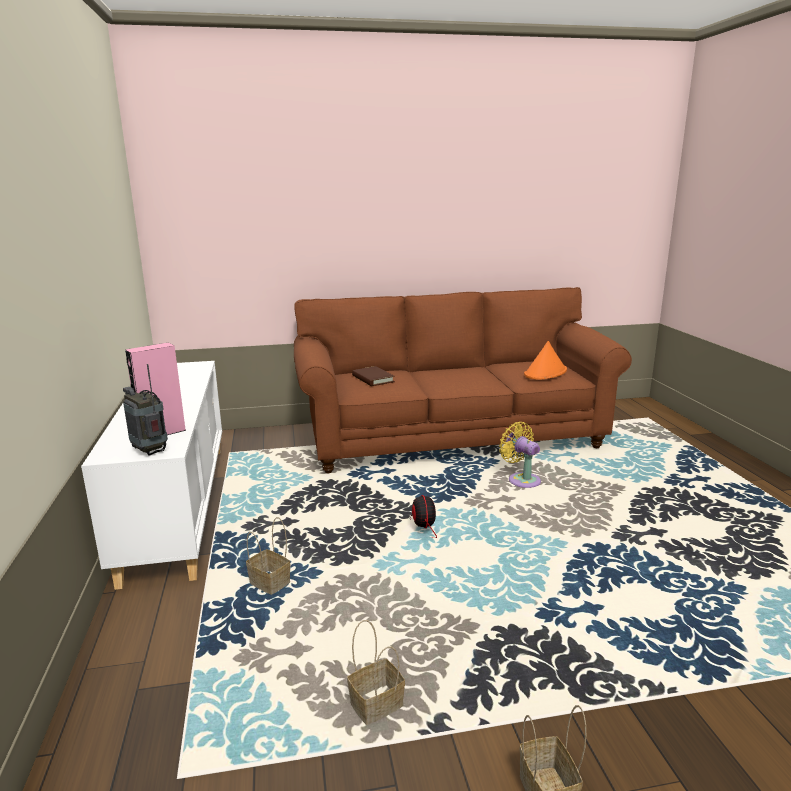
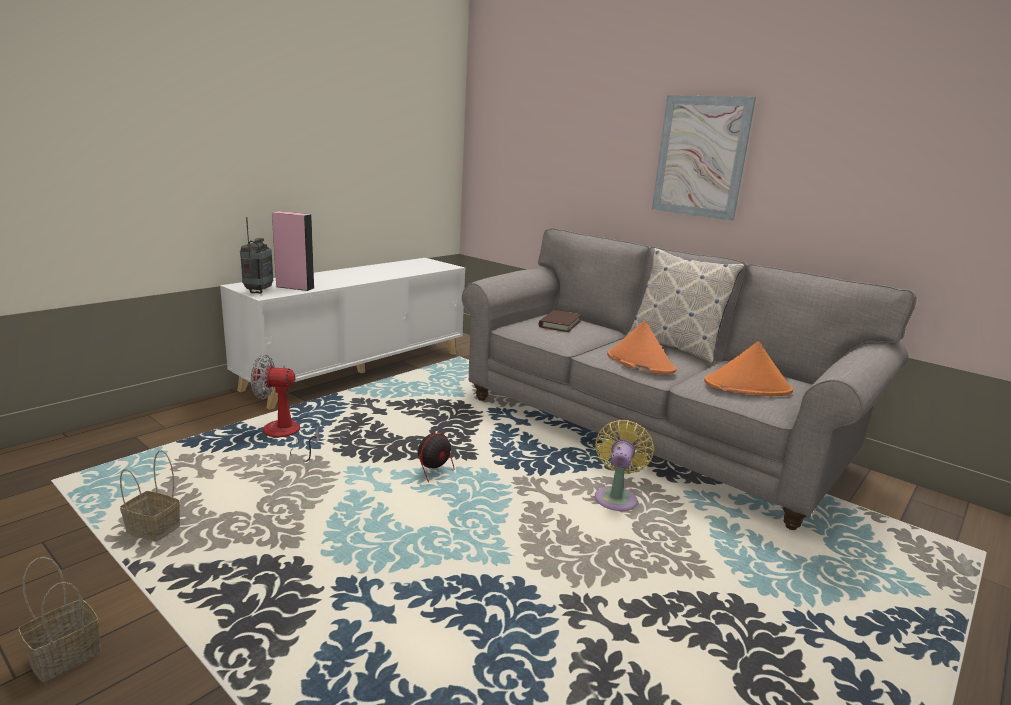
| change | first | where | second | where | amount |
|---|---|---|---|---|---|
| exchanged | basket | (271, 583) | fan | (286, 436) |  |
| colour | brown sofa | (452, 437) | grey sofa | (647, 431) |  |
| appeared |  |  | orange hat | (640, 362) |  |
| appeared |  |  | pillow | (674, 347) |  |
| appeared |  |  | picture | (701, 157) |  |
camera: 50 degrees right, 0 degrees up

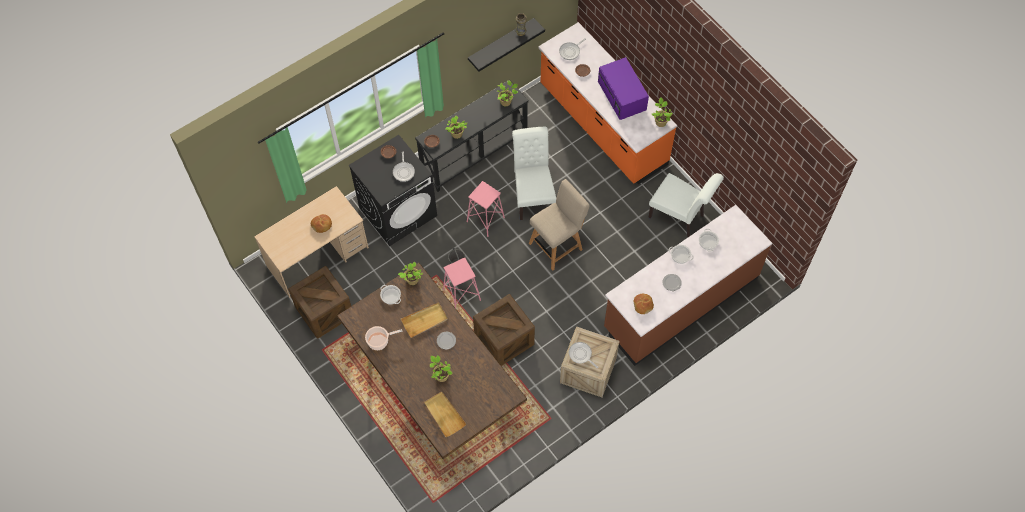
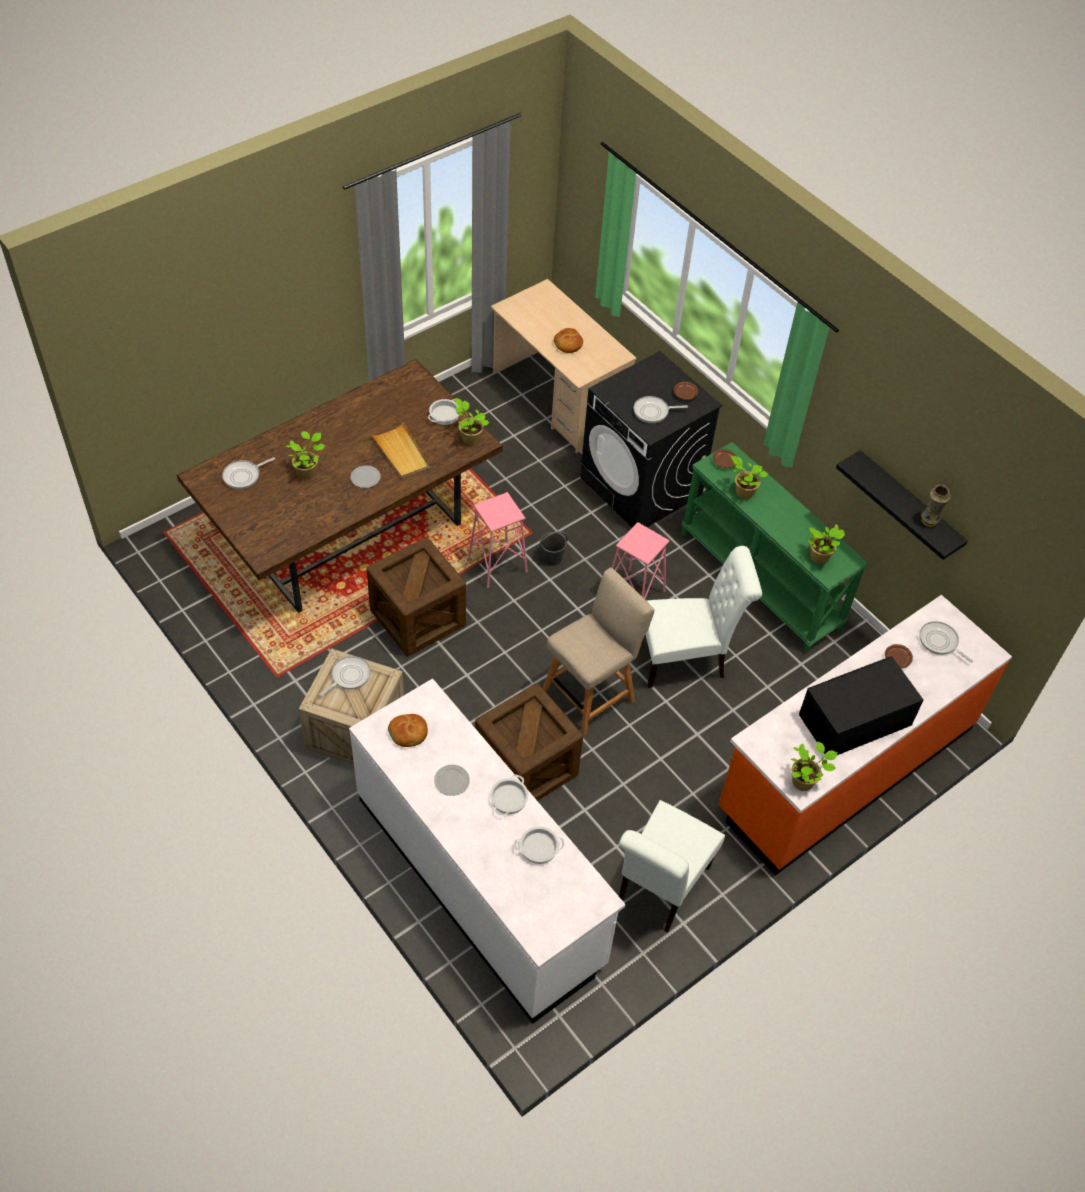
| change | first | where | second | where | amount |
|---|---|---|---|---|---|
| relocated | crate | (324, 311) |  | (526, 767) |  |
| missing | cooking pot | (379, 341) |  |  |  |
| colour | black console table | (474, 152) | green console table | (761, 579) |  |
| exchanged | beige tray | (444, 414) | frying pan | (244, 476) |  |
| spun | beige chair | (557, 245) |  | (591, 693) | 90 degrees counterclockwise |
| colour | purple microwave | (622, 96) | black microwave | (853, 720) |  |
| colour | brown counter | (680, 302) | white counter | (480, 880) |  |
camera: 85 degrees right, 10 degrees down

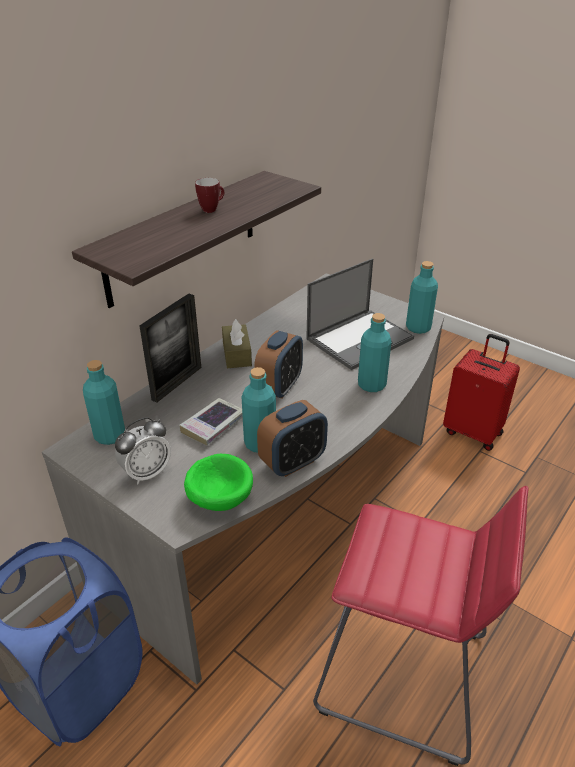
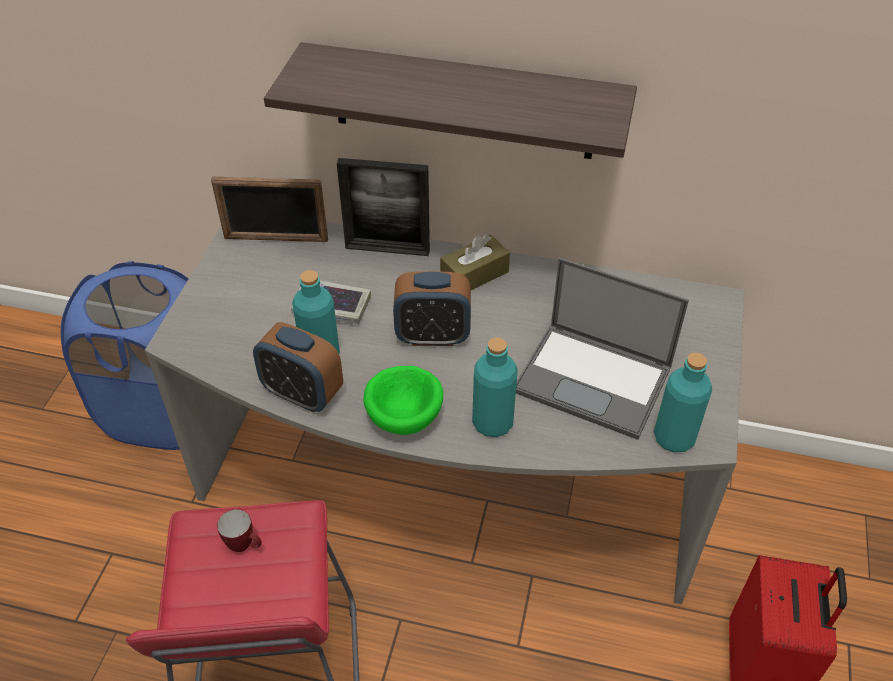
| change | first | where | second | where | amount |
|---|---|---|---|---|---|
| exchanged | turquoise bottle | (110, 435) | picture frame | (276, 239) |  |
| missing | alarm clock | (147, 473) |  |  |  |
| relocated | green bowl | (219, 497) |  | (405, 415) |  |
| relocated | mug | (212, 209) |  | (245, 546) |  |
camera: 65 degrees right, 10 degrees up

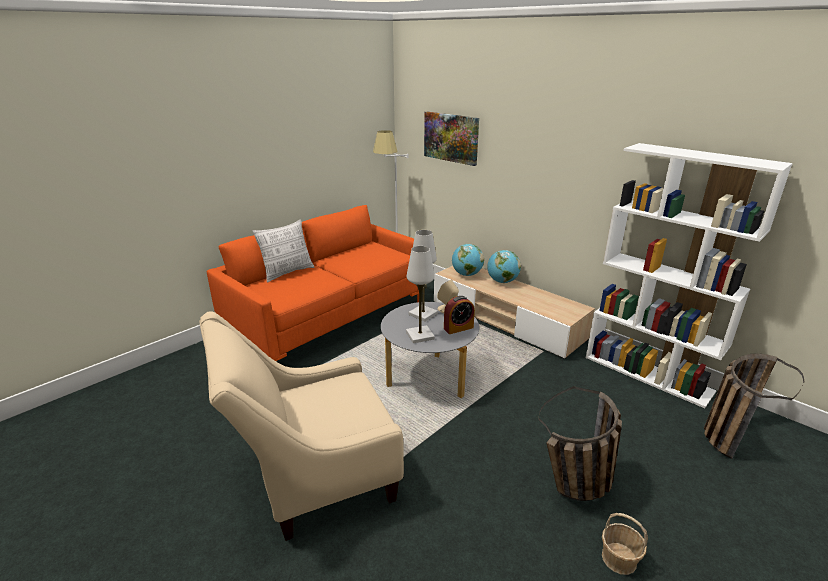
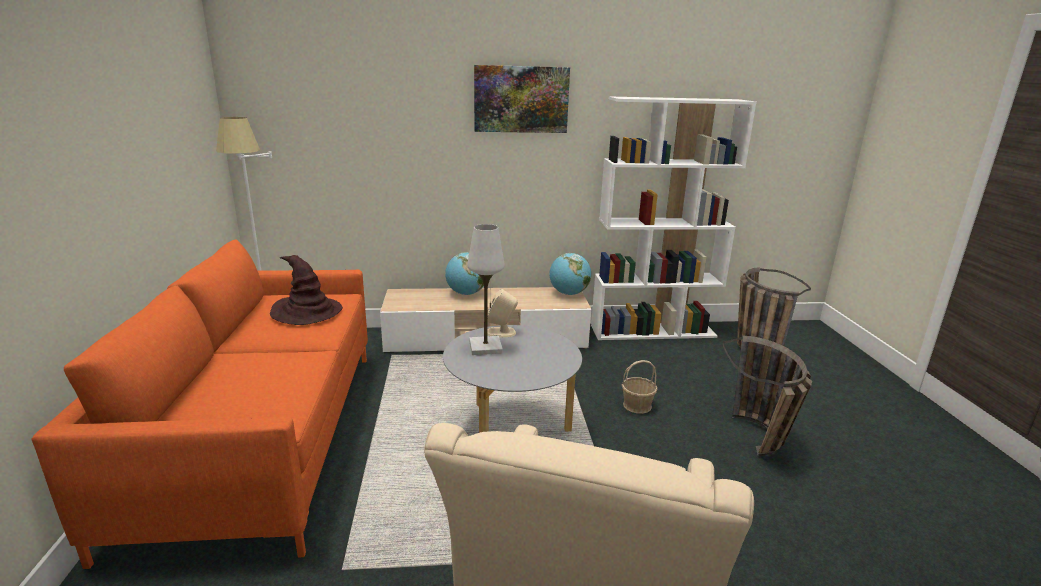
| change | first | where | second | where | amount |
|---|---|---|---|---|---|
| missing | pillow | (287, 272) |  |  |  |
| missing | white table lamp | (420, 335) |  |  |  |
| relocated | picture | (451, 137) |  | (521, 99) |  |
| missing | alarm clock | (458, 328) |  |  |  |
| relocated | globe | (466, 274) |  | (569, 293) |  |
| relocated | basket | (619, 559) |  | (637, 405) |  |
| appeared |  |  | brown hat | (307, 312) |  |
camera: 50 degrees left, 5 degrees down

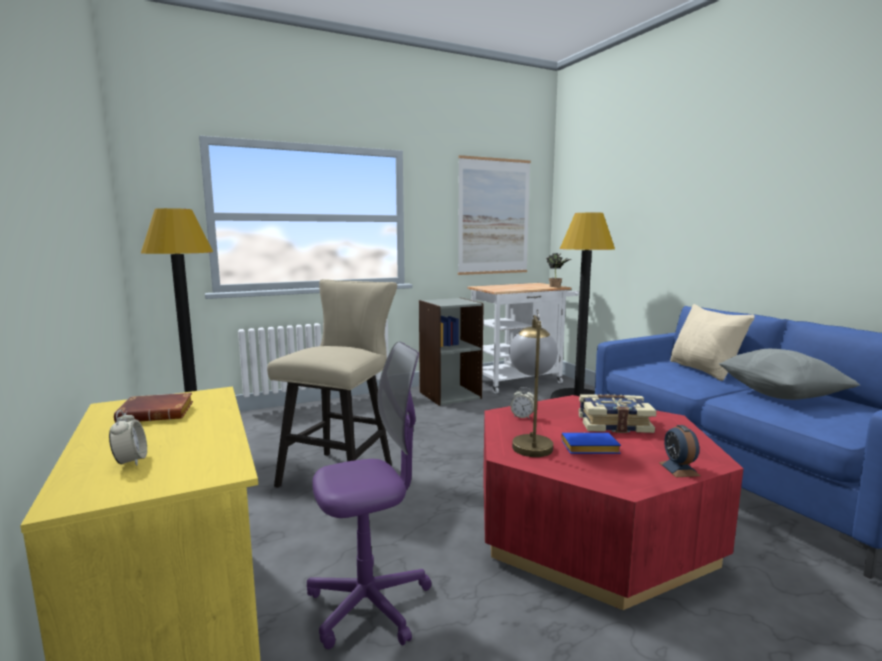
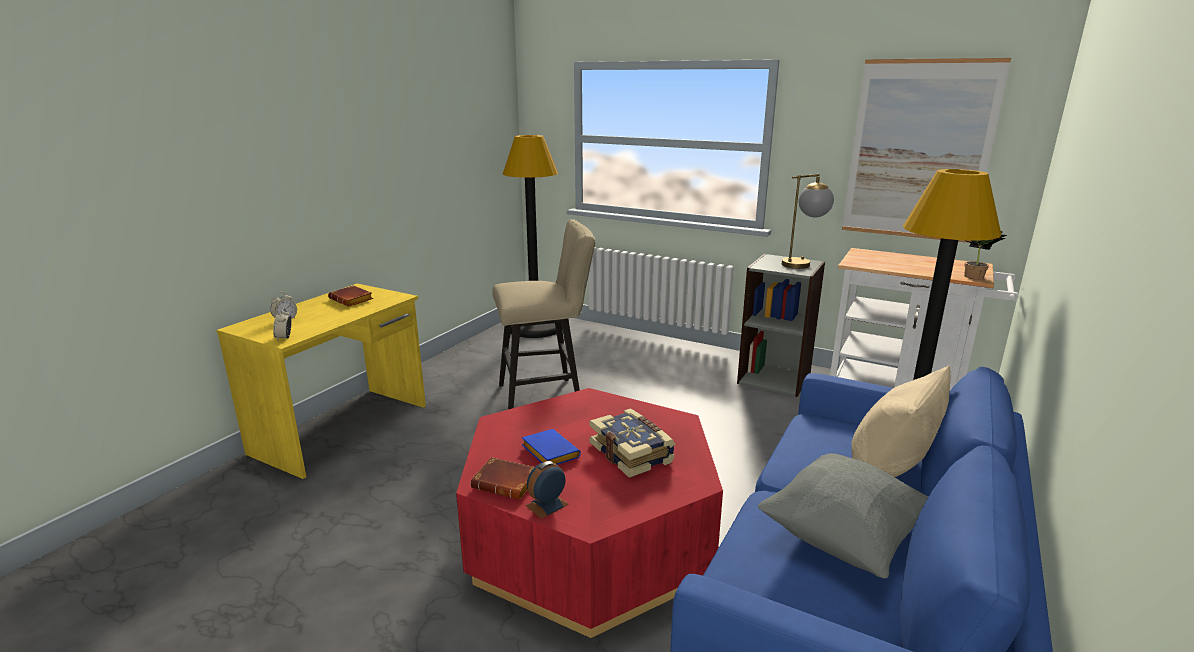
| change | first | where | second | where | amount |
|---|---|---|---|---|---|
| missing | purple office chair | (369, 605) |  |  |  |
| relocated | table lamp | (530, 442) |  | (802, 263) |  |
| relocated | alarm clock | (522, 417) |  | (284, 338) |  |
| appeared |  |  | brown book | (507, 483) |  |
camera: 55 degrees right, 10 degrees up

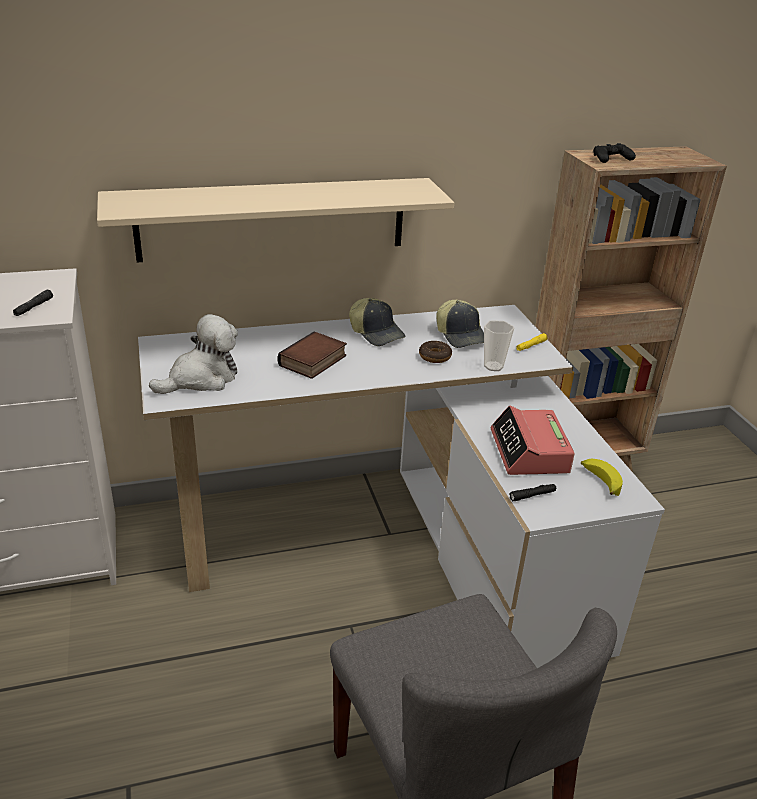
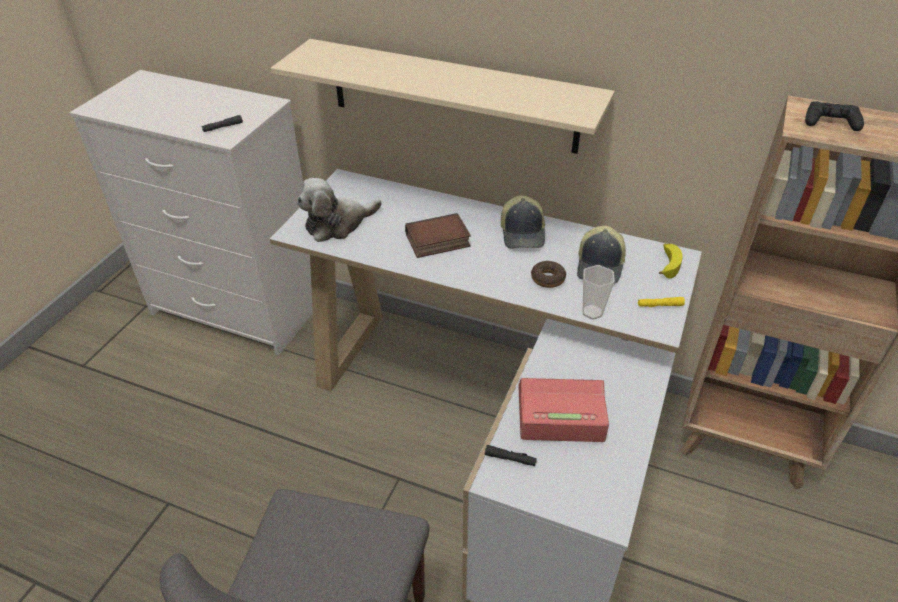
| change | first | where | second | where | amount |
|---|---|---|---|---|---|
| spun | plush toy | (201, 379) |  | (338, 224) | 150 degrees clockwise |
| spun | alarm clock | (529, 452) |  | (559, 414) | 60 degrees clockwise |
| relocated | banana | (599, 481) |  | (667, 264) |  |
camera: 40 degrees right, 10 degrees up

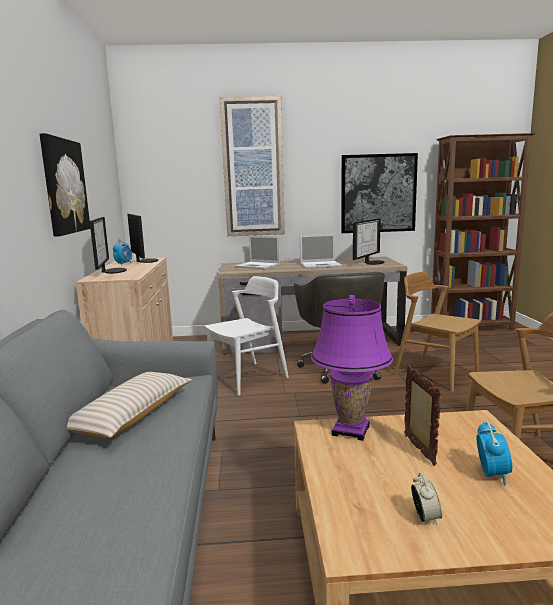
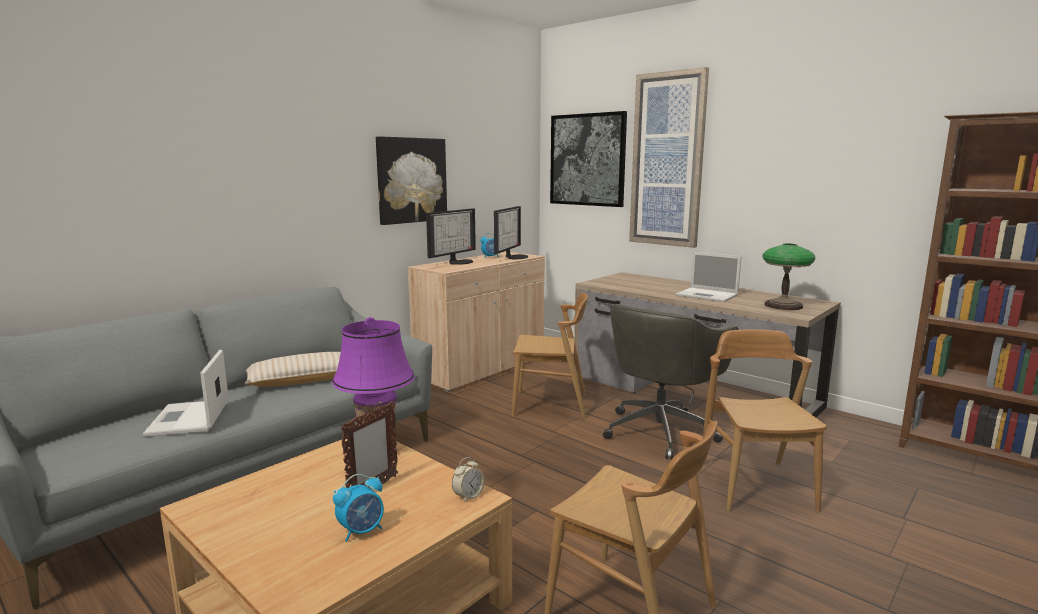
| change | first | where | second | where | amount |
|---|---|---|---|---|---|
| colour | white chair | (248, 378) | brown chair | (550, 405) |  |
| relocated | laptop | (258, 266) |  | (189, 419) |  |
| relocated | picture | (378, 193) |  | (587, 160) |  |
| exchanged | monitor | (372, 262) | table lamp | (783, 305) |  |
| relocated | alarm clock | (425, 517) |  | (468, 496) |  |
camera: 45 degrees right, 0 degrees up

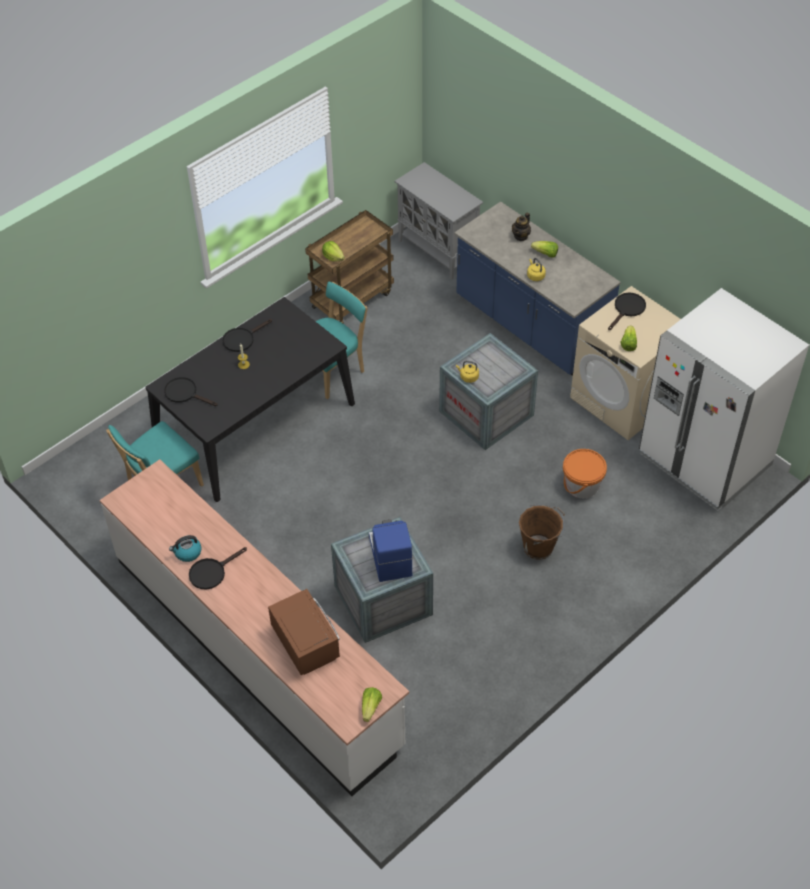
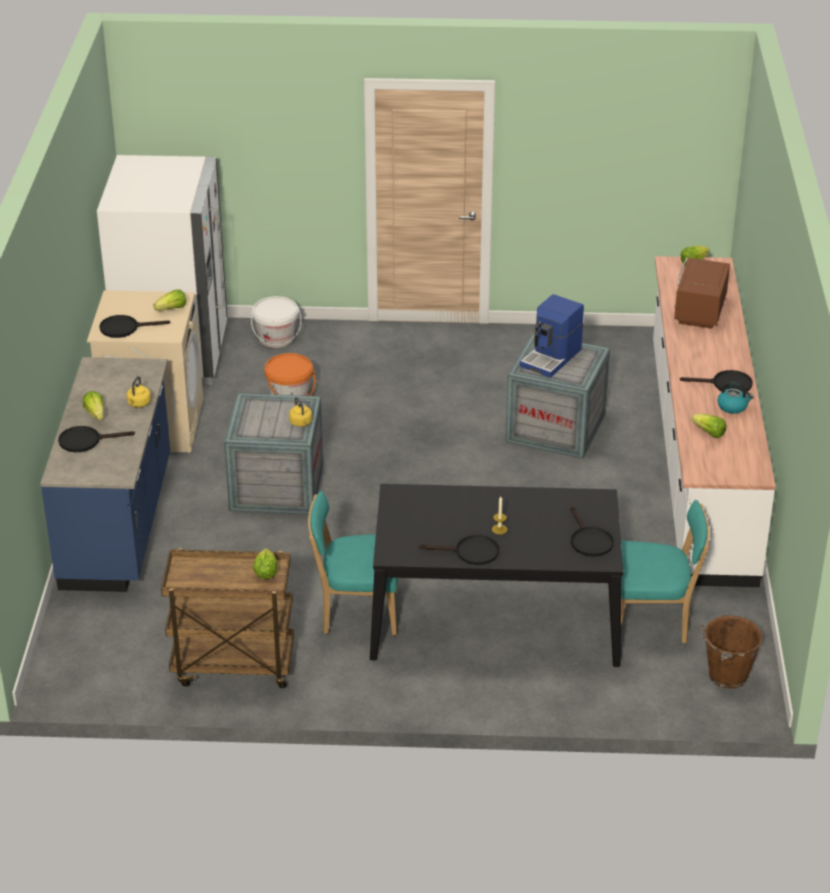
| change | first | where | second | where | amount |
|---|---|---|---|---|---|
| missing | grey cabinet | (438, 252) |  |  |  |
| exchanged | teapot | (521, 236) | black frying pan | (86, 441) |  |
| relocated | brown bucket | (539, 546) |  | (726, 675) |  |
| appeared |  |  | white bucket | (276, 338) |  |
| appeared |  |  | lettuce | (709, 433) |  |
camera: 135 degrees left, 15 degrees down

